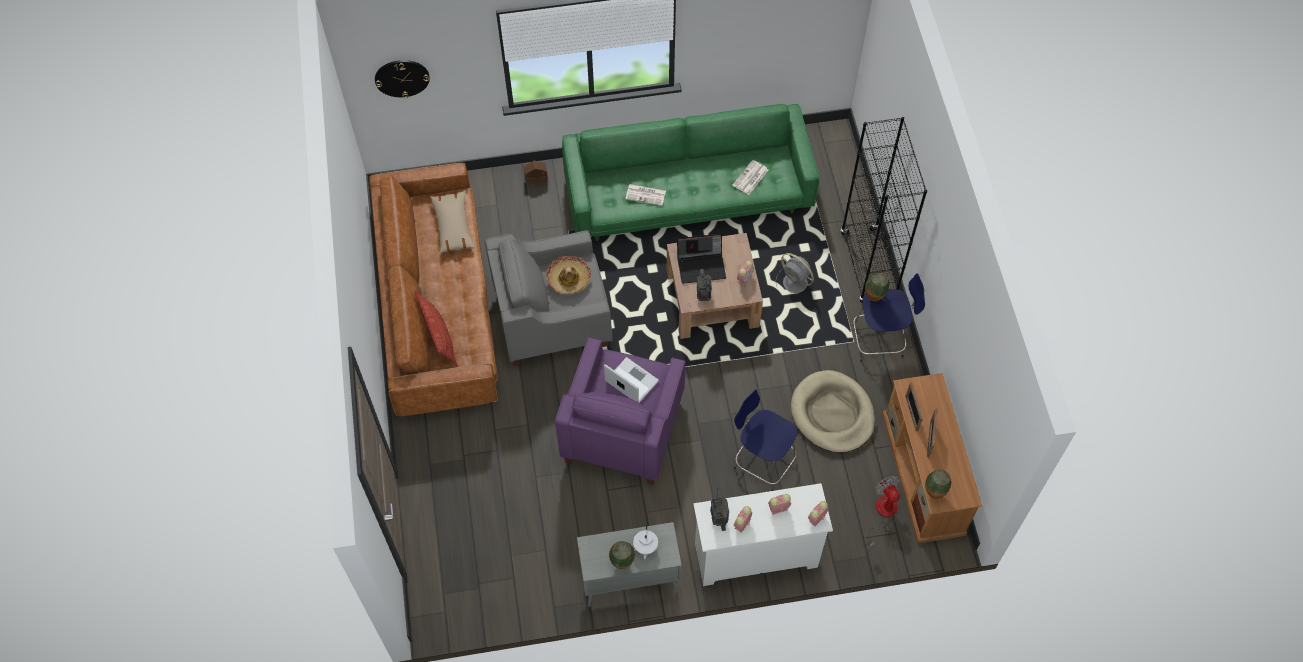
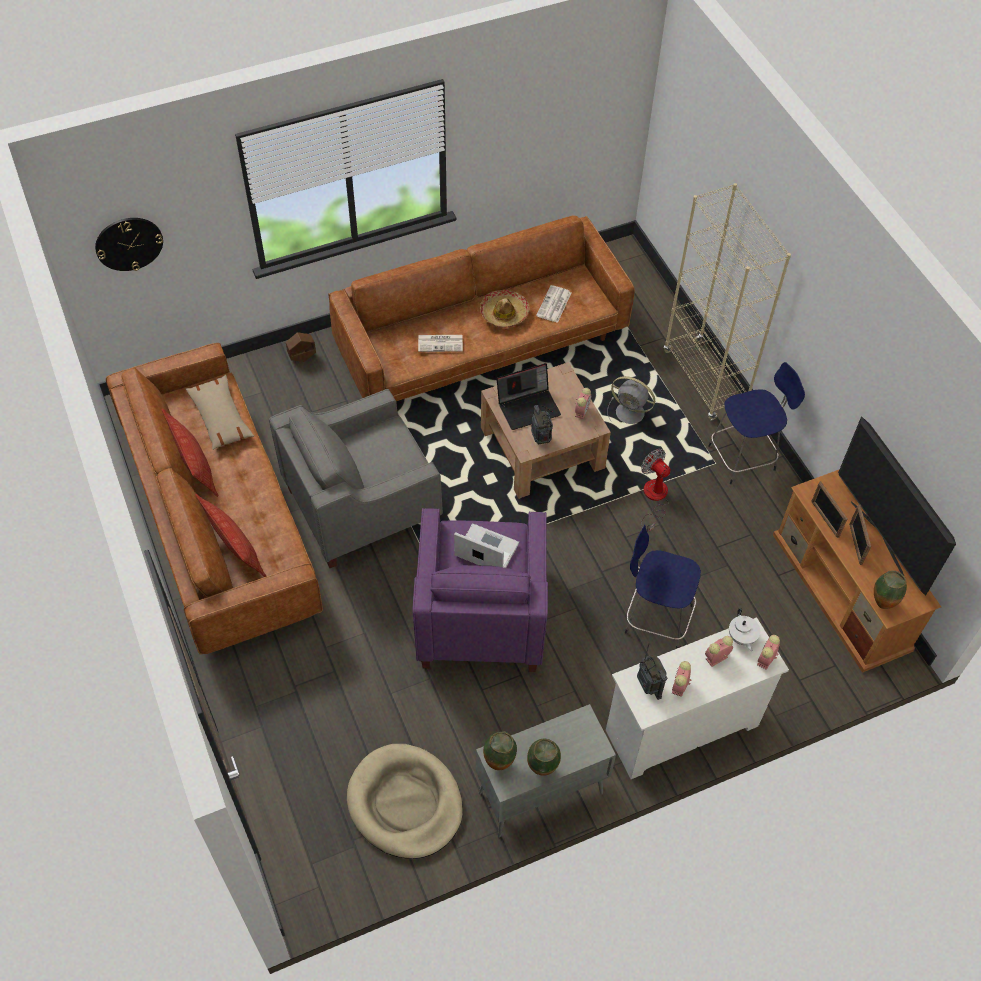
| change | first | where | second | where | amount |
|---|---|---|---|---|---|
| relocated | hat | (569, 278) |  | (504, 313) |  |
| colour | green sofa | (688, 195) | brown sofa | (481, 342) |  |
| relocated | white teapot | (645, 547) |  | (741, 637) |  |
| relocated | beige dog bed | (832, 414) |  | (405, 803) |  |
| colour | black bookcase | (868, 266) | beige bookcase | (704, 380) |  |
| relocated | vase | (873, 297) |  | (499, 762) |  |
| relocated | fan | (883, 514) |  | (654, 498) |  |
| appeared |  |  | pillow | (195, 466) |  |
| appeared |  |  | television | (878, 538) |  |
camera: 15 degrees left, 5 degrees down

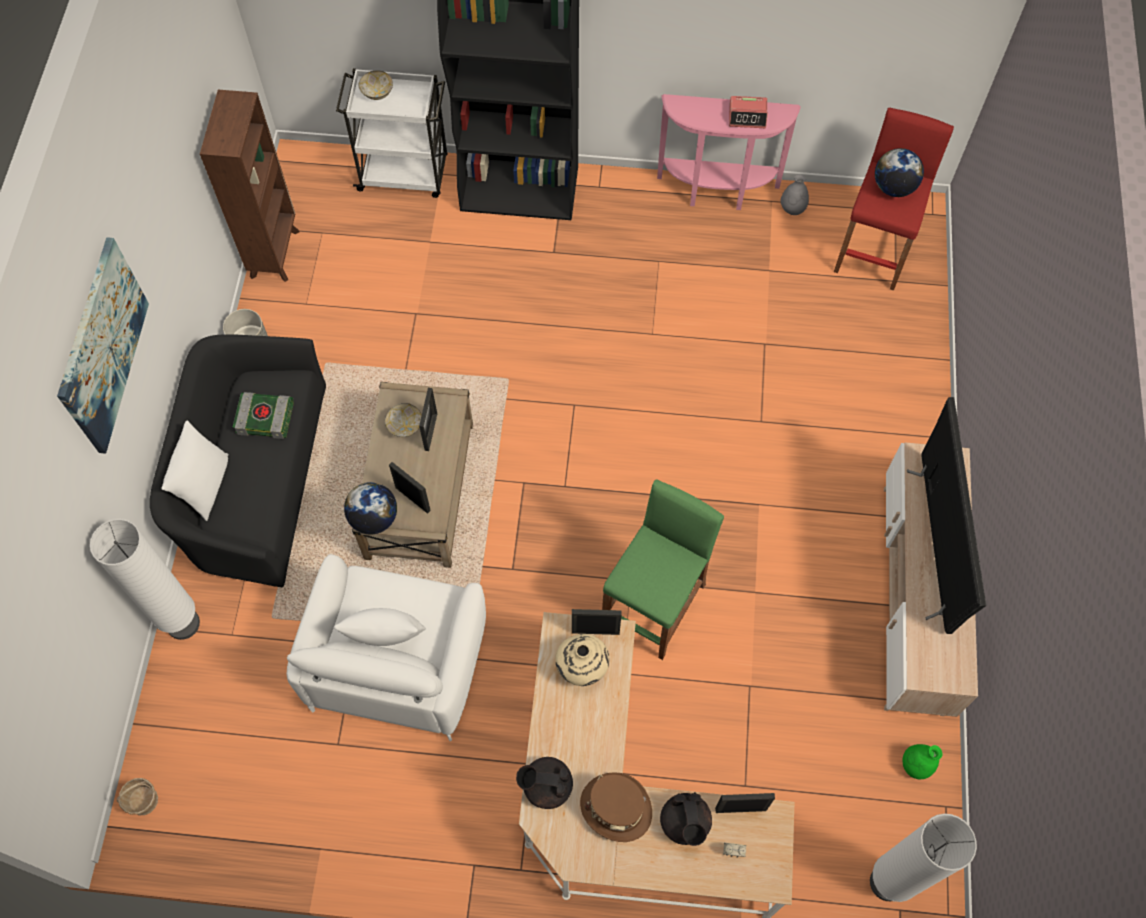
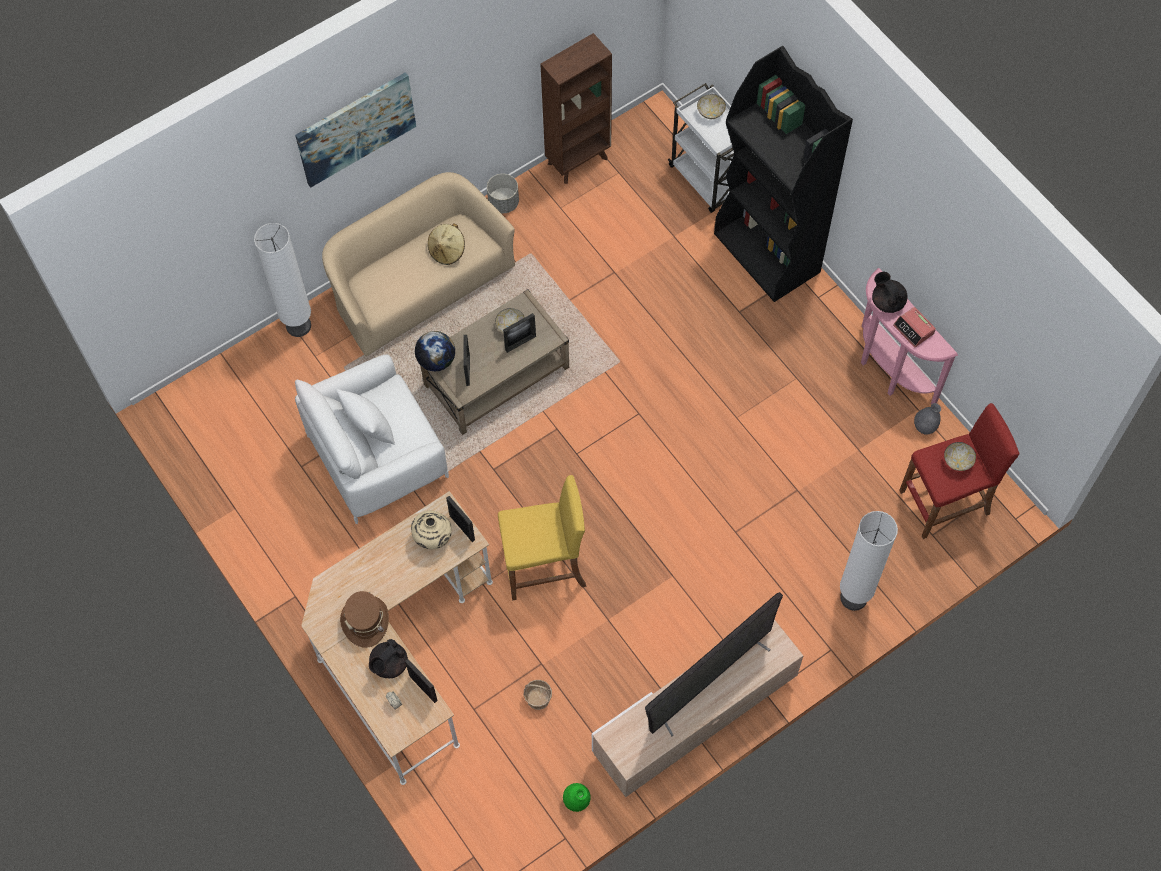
| change | first | where | second | where | amount |
|---|---|---|---|---|---|
| relocated | basket | (143, 800) |  | (538, 698) |  |
| colour | black sofa | (254, 480) | beige sofa | (418, 283) |  |
| missing | white pillow | (205, 486) |  |  |  |
| exchanged | book | (266, 417) | beige hat | (447, 251) |  |
| relocated | black teapot | (546, 786) |  | (887, 301) |  |
| colour | green stool | (654, 604) | yellow stool | (545, 567) |  |
| relocated | white floor lamp | (887, 882) |  | (853, 597) |  |
| exchanged | globe | (893, 187) | bowl | (957, 461) |  |
camera: 50 degrees right, 0 degrees up

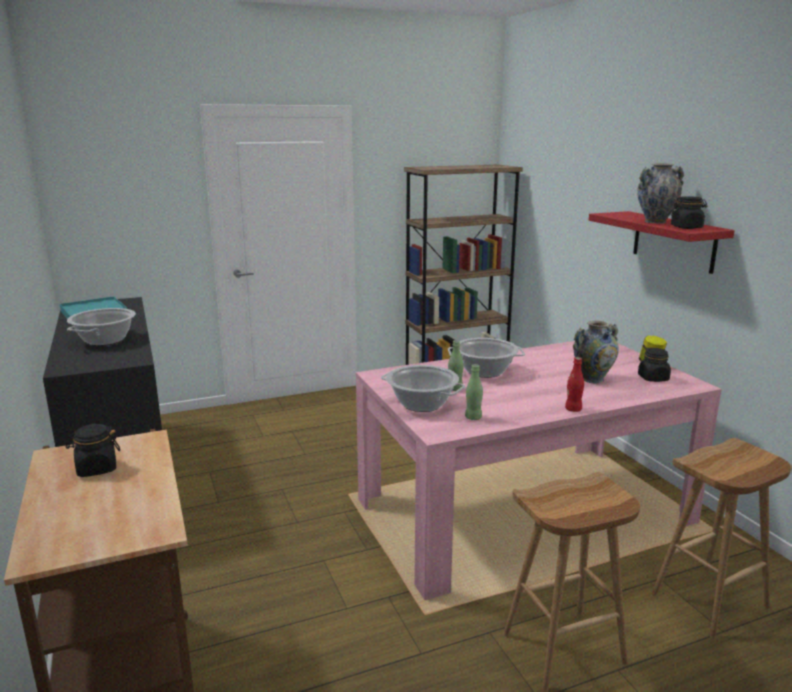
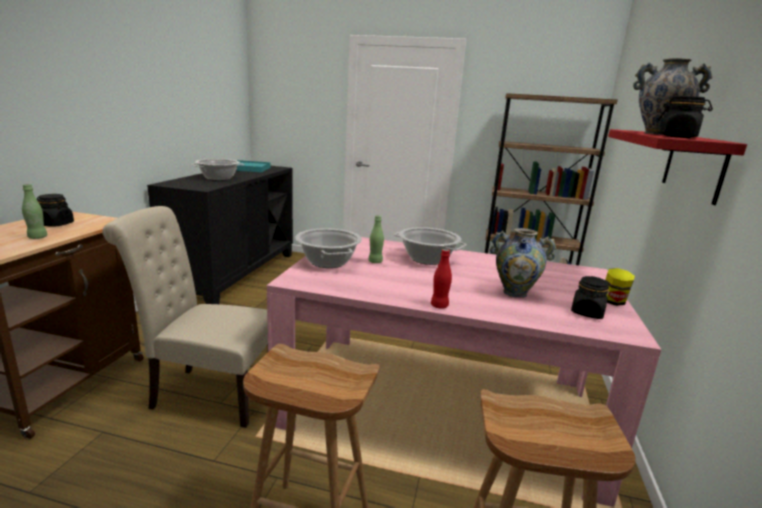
| change | first | where | second | where | amount |
|---|---|---|---|---|---|
| relocated | green bottle | (473, 417) |  | (37, 237) |  |
| appeared |  |  | beige chair | (207, 394) |  |
camera: 35 degrees right, 0 degrees up

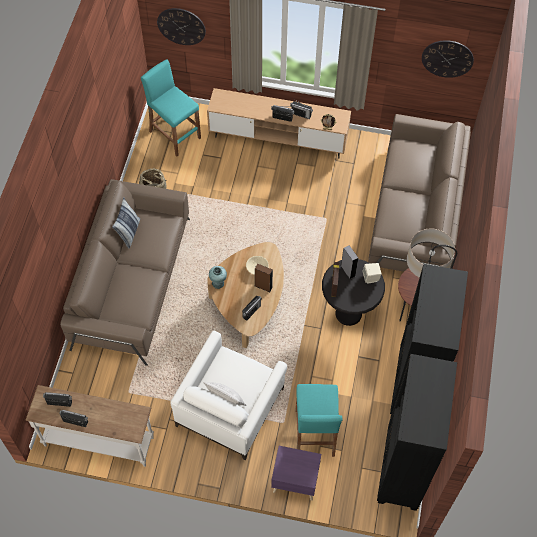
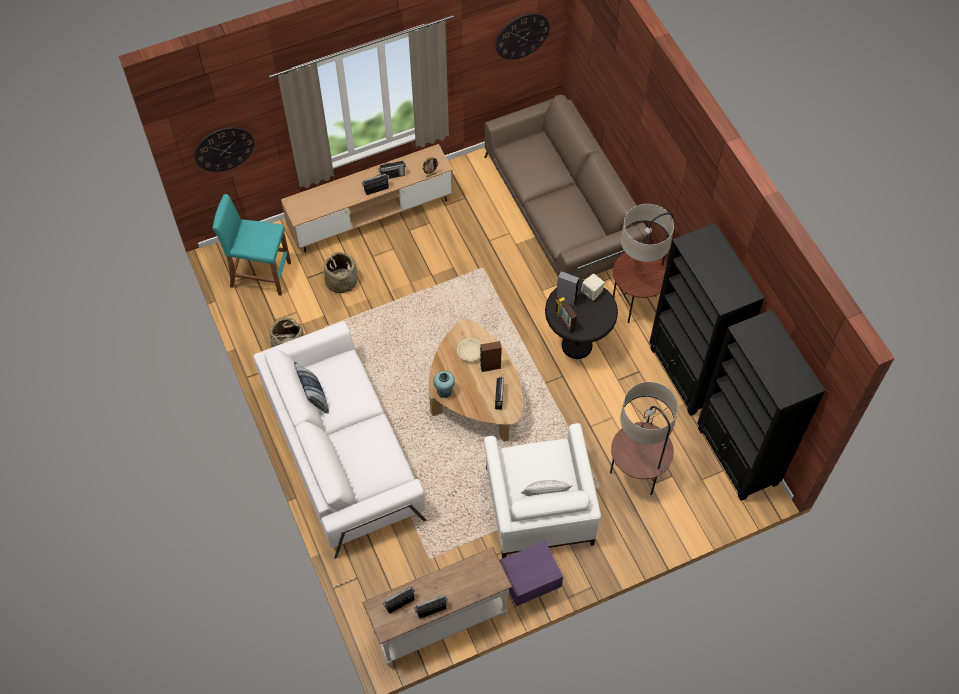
| change | first | where | second | where | amount |
|---|---|---|---|---|---|
| colour | brown sofa | (132, 282) | white sofa | (342, 450) |  |
| relocated | purple nightstand | (294, 481) |  | (528, 587) |  |
| exchanged | turquoise stool | (314, 433) | floor lamp | (635, 476) |  |
| appeared |  |  | basket | (341, 281) |  |
camera: 35 degrees left, 0 degrees up

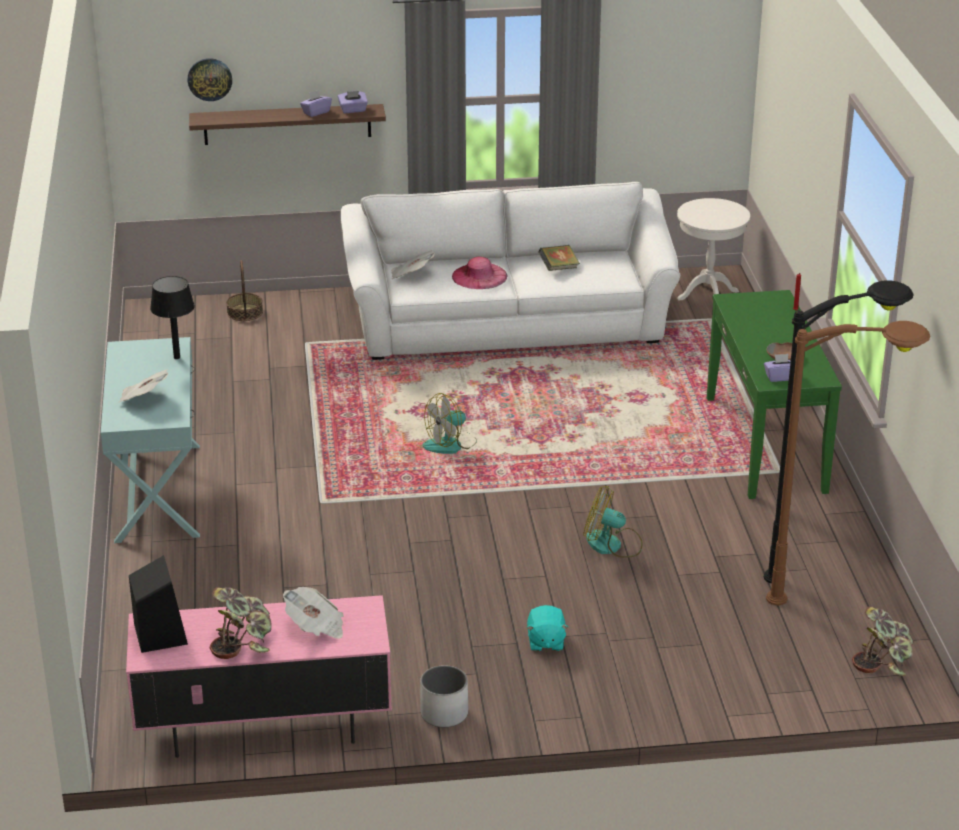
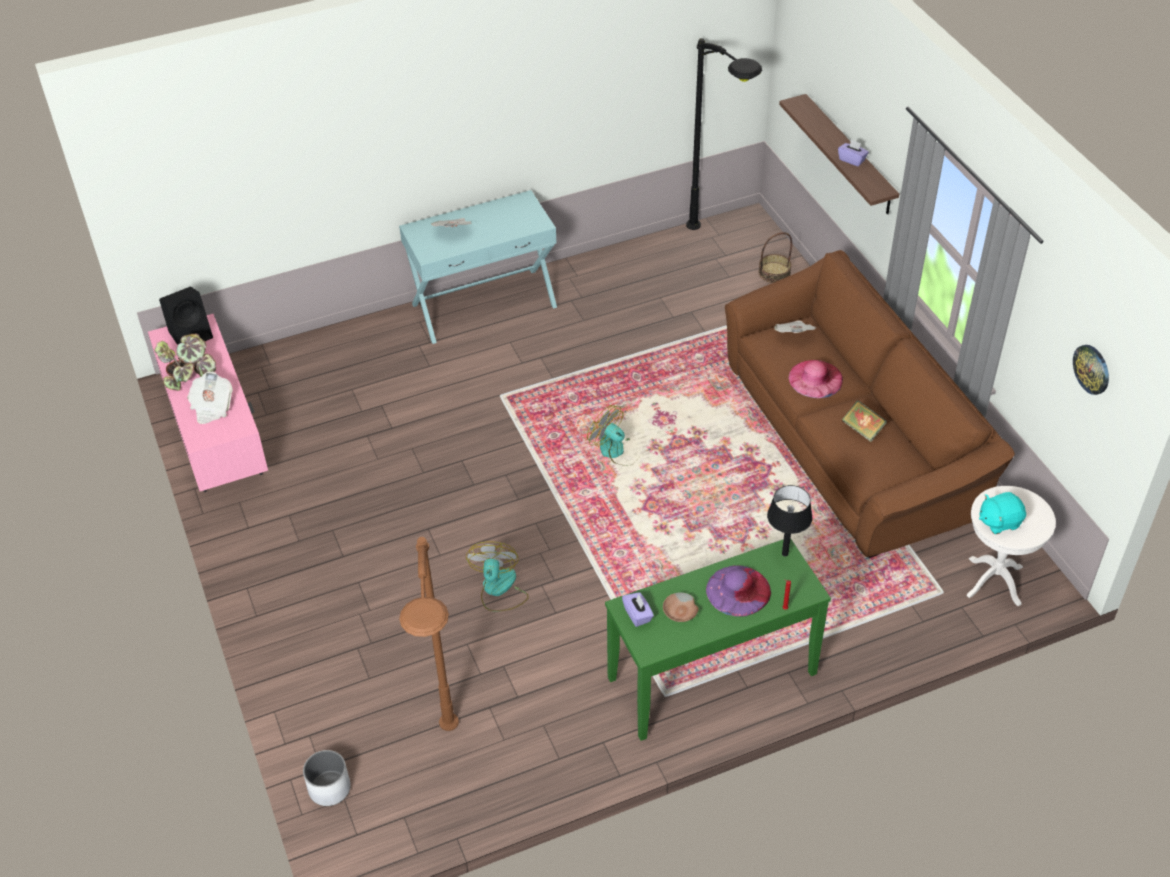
| change | first | where | second | where | amount |
|---|---|---|---|---|---|
| relocated | black table lamp | (176, 357) |  | (785, 553) |  |
| relocated | wall clock | (209, 79) |  | (1092, 369) |  |
| missing | purple tissue box | (353, 110) |  |  |  |
| colour | white sofa | (508, 322) | brown sofa | (849, 440) |  |
| relocated | white planter | (444, 714) |  | (329, 788) |  |
| relocated | turquoise plush toy | (545, 642) |  | (999, 521) |  |
| relocated | black floor lamp | (833, 567) |  | (720, 250) |  |
| missing | potted plant | (883, 660) |  |  |  |
| appeared |  |  | purple hat | (738, 590) |  |
camera: 75 degrees right, 15 degrees up

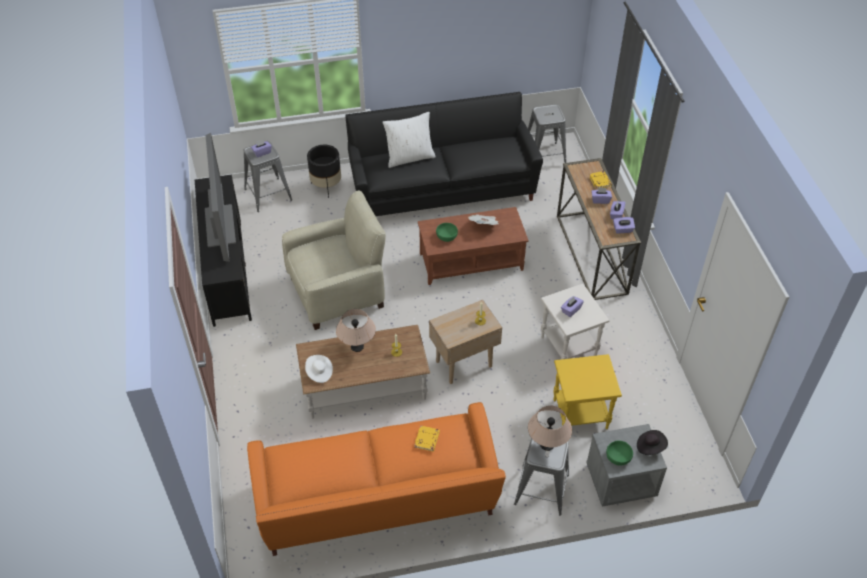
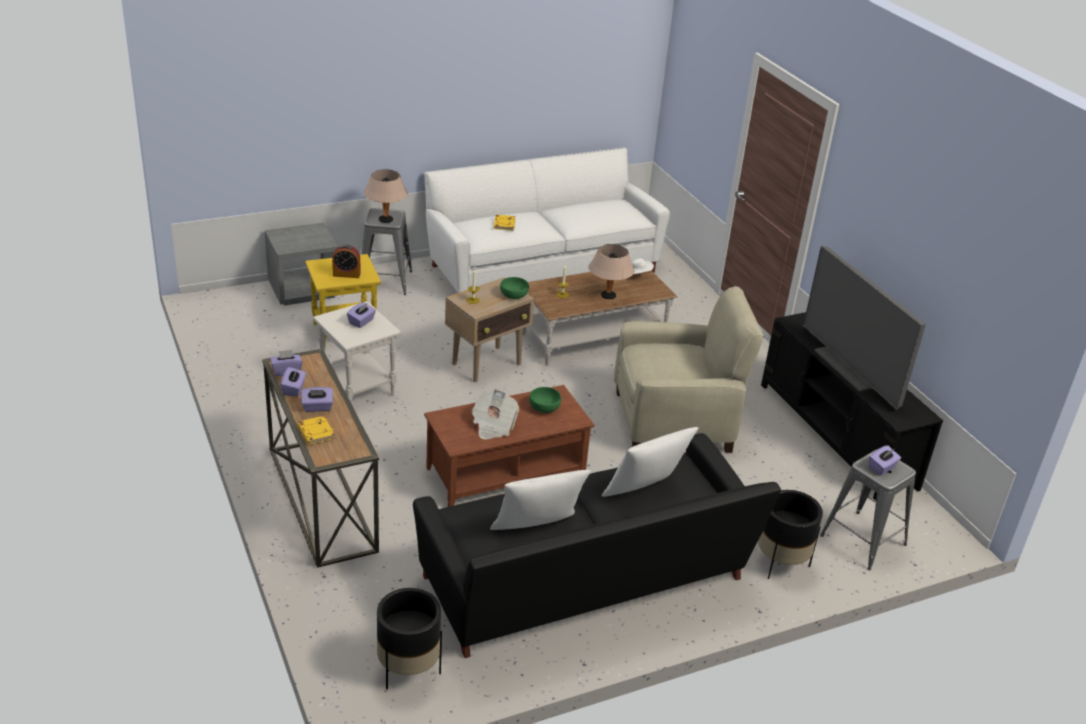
| change | first | where | second | where | amount |
|---|---|---|---|---|---|
| colour | orange sofa | (378, 503) | white sofa | (541, 266) |  |
| spun | beige armchair | (338, 292) |  | (674, 422) | 150 degrees counterclockwise |
| exchanged | grey stool | (544, 156) | black planter | (408, 669) |  |
| relocated | green bowl | (618, 457) |  | (513, 295) |  |
| missing | black hat | (650, 447) |  |  |  |
| appeared |  |  | alarm clock | (346, 274) |  |
| appeared |  |  | white pillow | (537, 531) |  |
camera: 165 degrees right, 15 degrees down

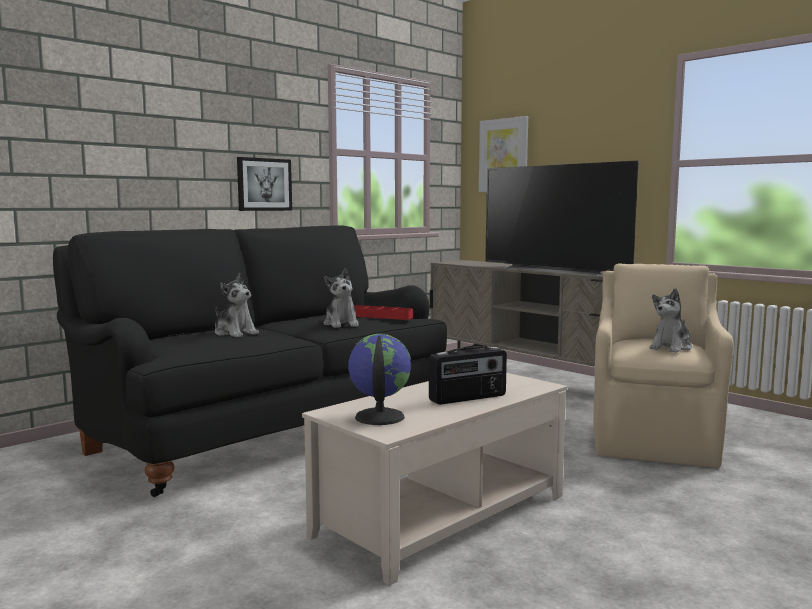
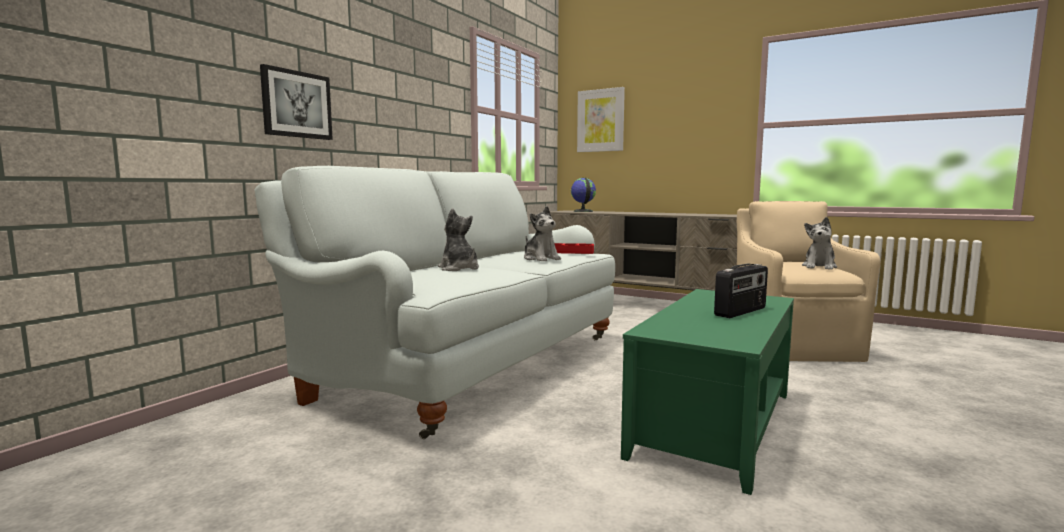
| change | first | where | second | where | amount |
|---|---|---|---|---|---|
| colour | black sofa | (267, 430) | white sofa | (467, 364) |  |
| spun | plush toy | (235, 333) |  | (459, 269) | 150 degrees counterclockwise |
| relocated | picture | (264, 184) |  | (296, 104) |  |
| colour | beige coffee table | (443, 515) | green coffee table | (714, 423) |  |
| relocated | globe | (378, 417) |  | (582, 211) |  |
| missing | television | (556, 270) |  |  |  |
camera: 15 degrees left, 0 degrees up

